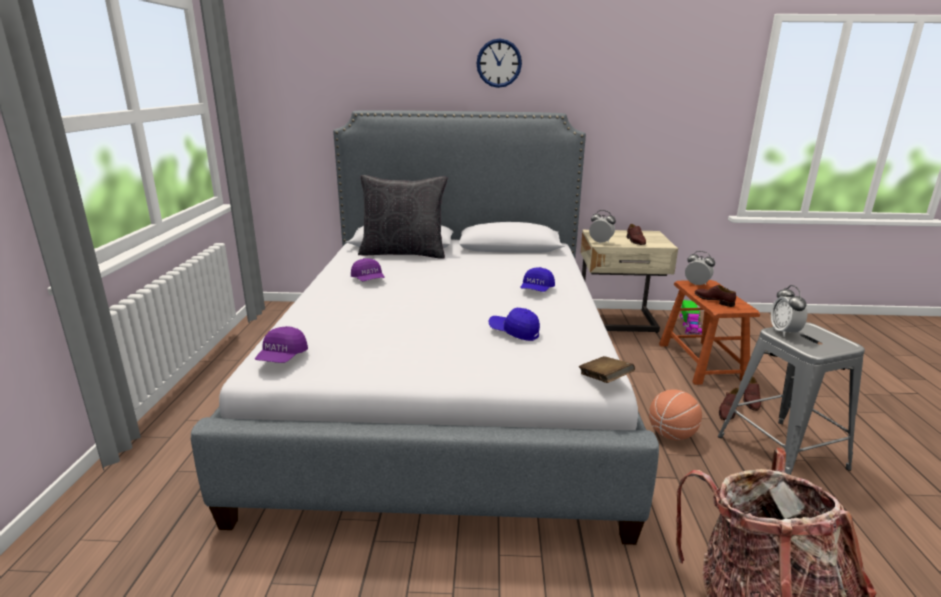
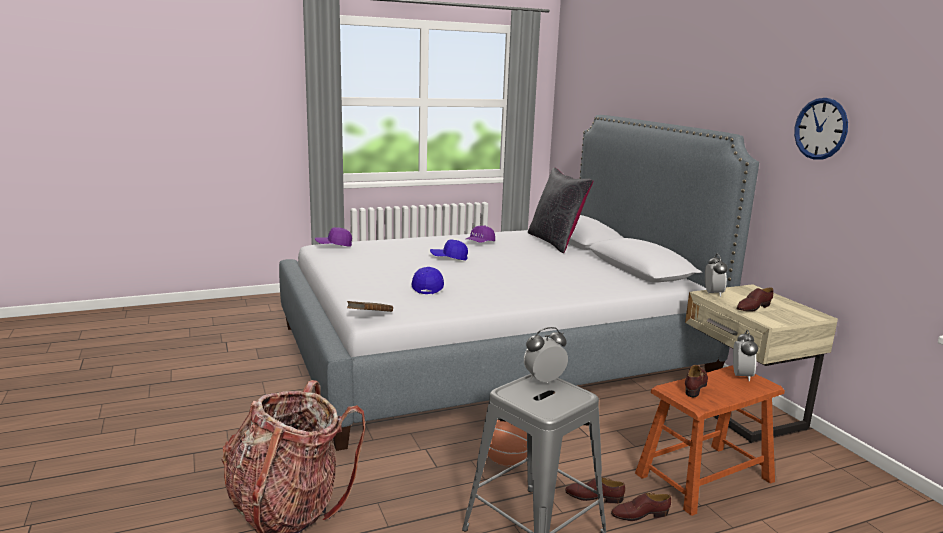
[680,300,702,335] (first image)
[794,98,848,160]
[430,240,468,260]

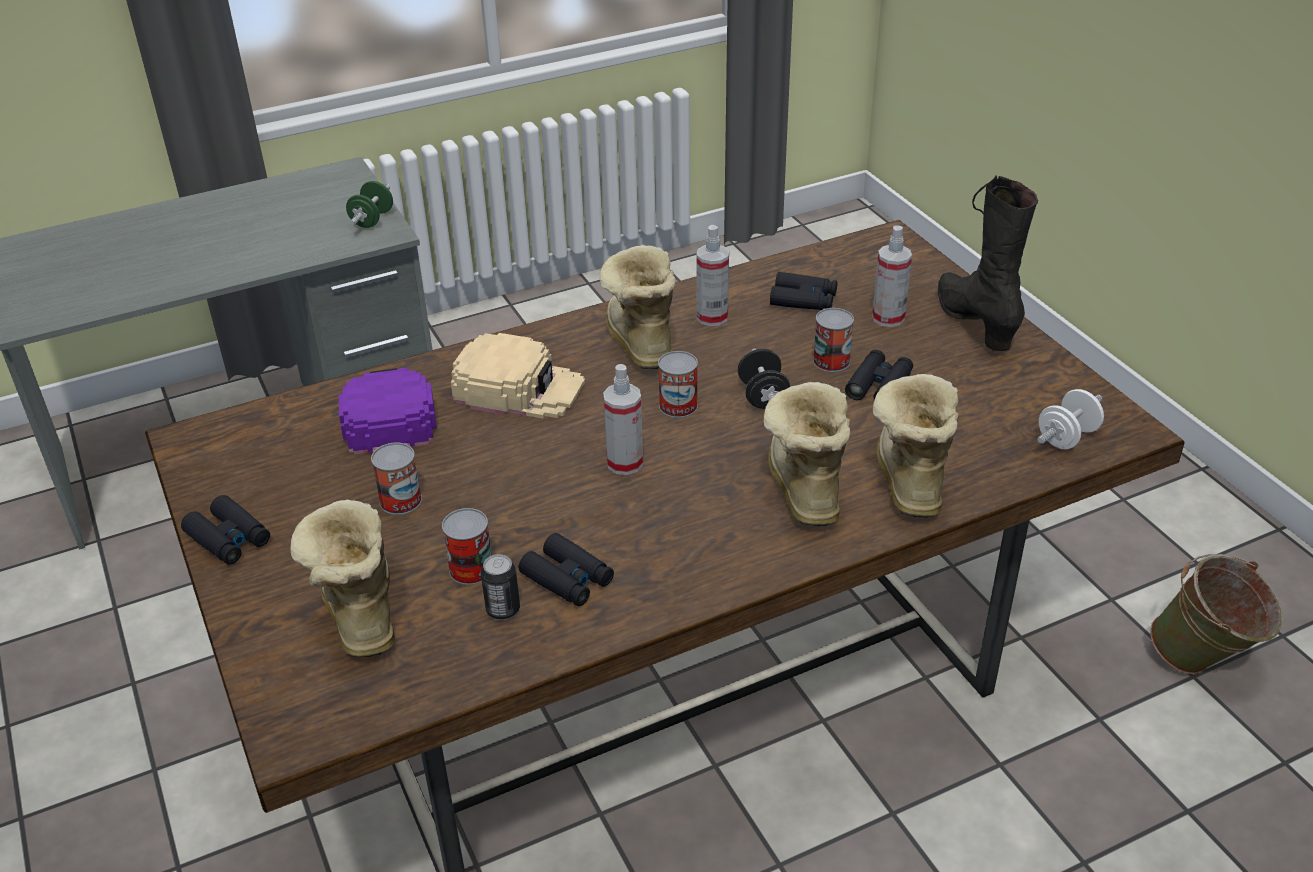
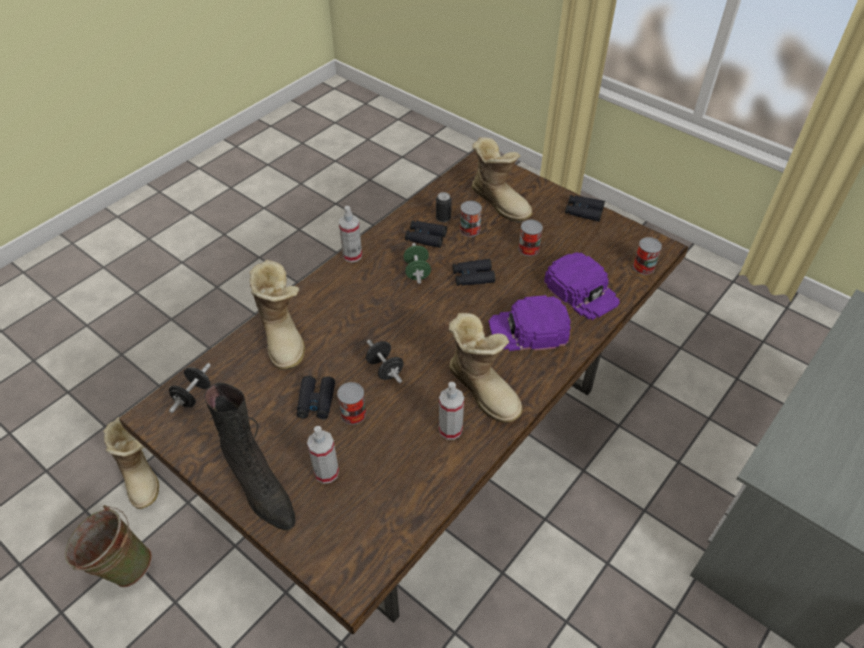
[403,243,431,284]
[339,206,362,262]
[633,237,662,275]
[103,417,159,509]
[453,259,495,286]
[489,295,571,351]
[169,363,211,413]

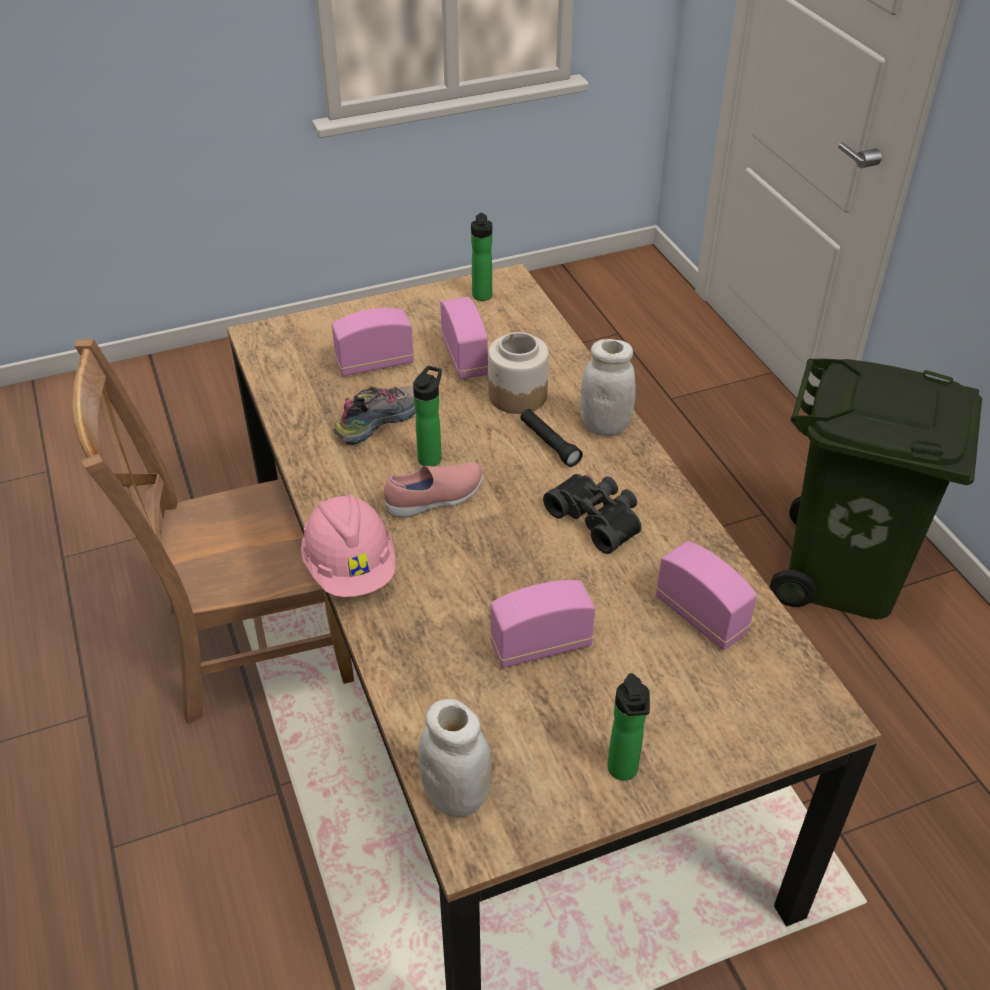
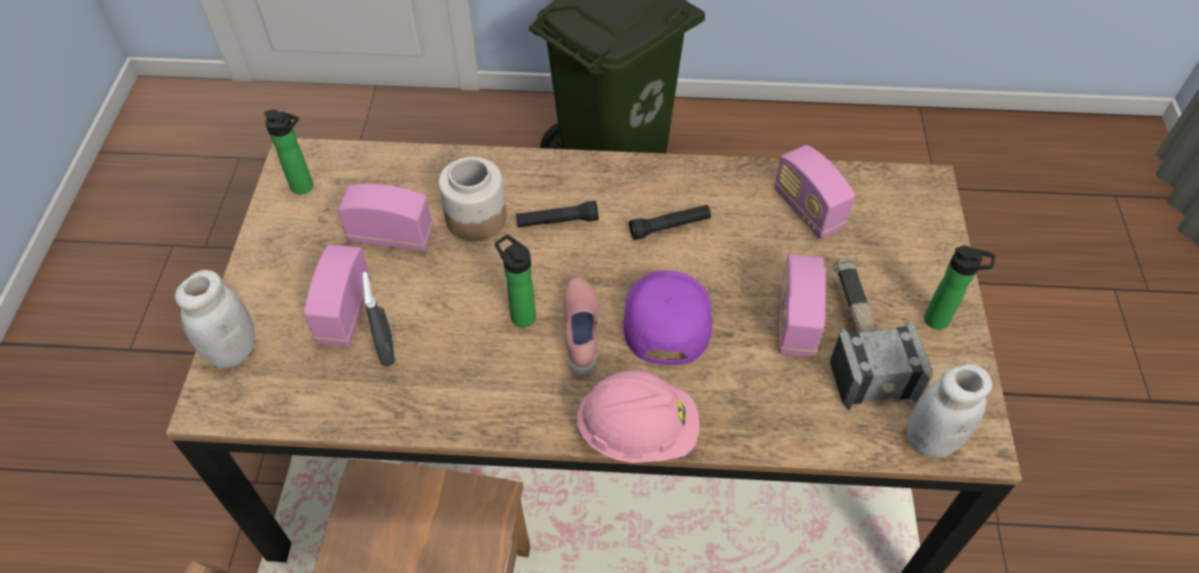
[334,386,416,445] (first image)
[362,272,395,367]
[623,270,712,365]
[830,257,932,411]
[175,270,255,368]
[629,205,711,240]
[774,145,855,239]

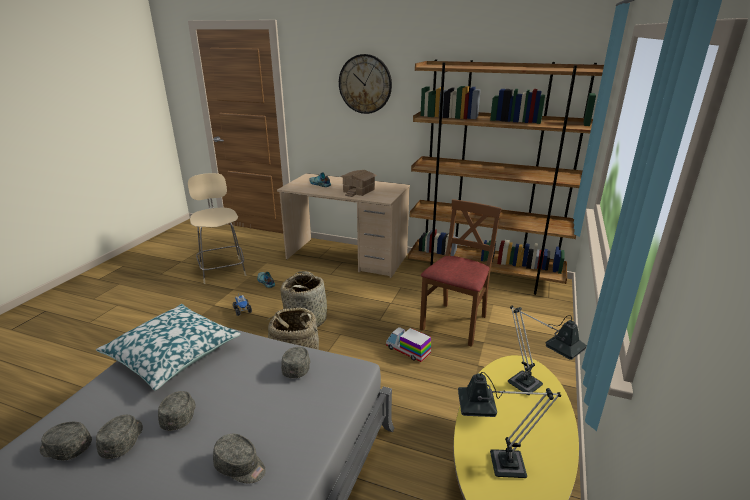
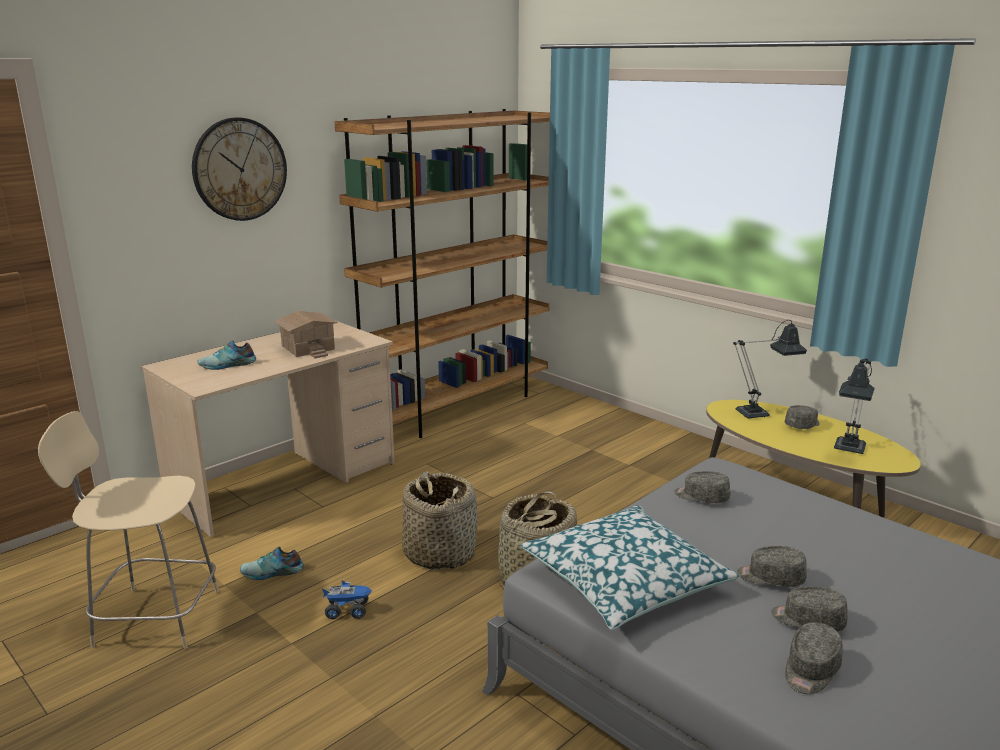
[386,327,431,362] (first image)
[420,199,502,347] (first image)
[785,405,820,429]

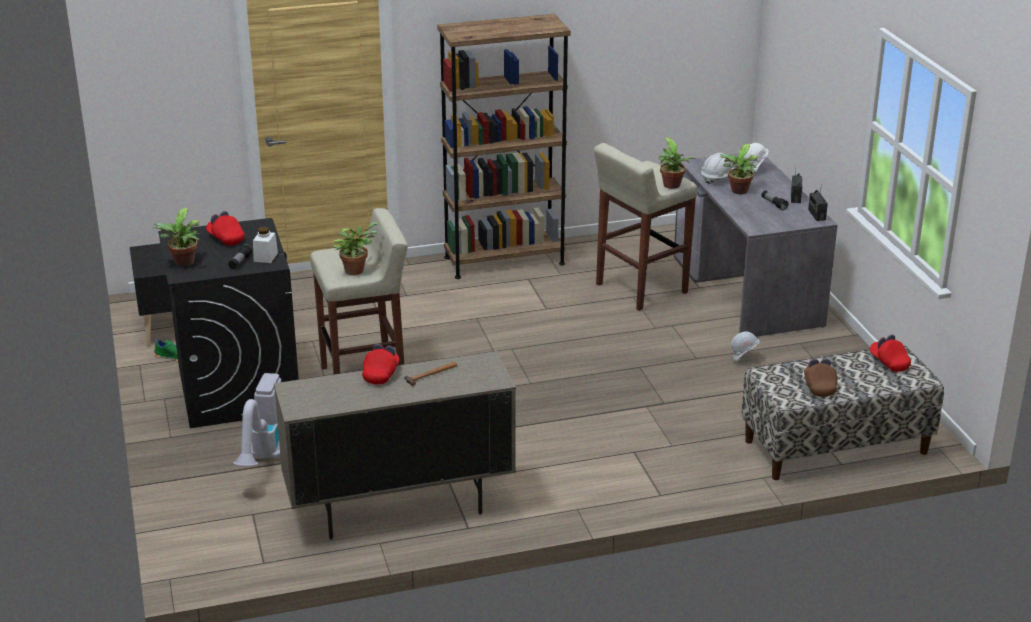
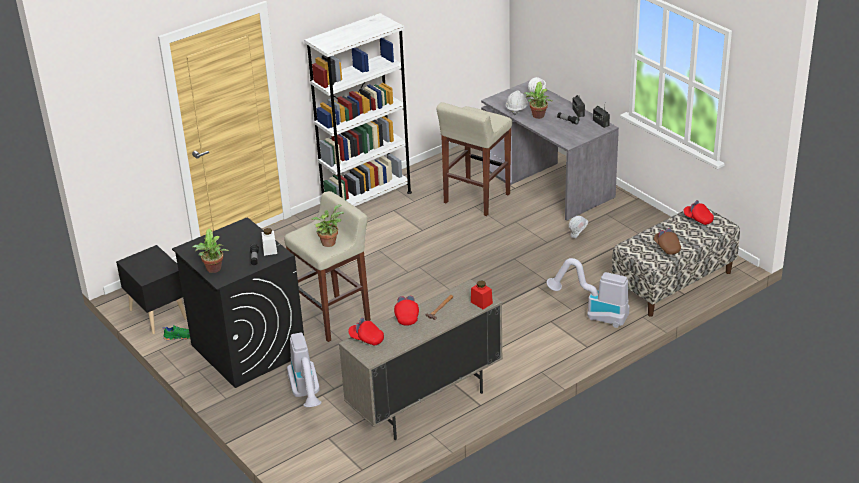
[659,137,695,189] (first image)
[471,280,493,309]
[547,258,629,328]
[348,318,384,346]
[304,13,412,206]

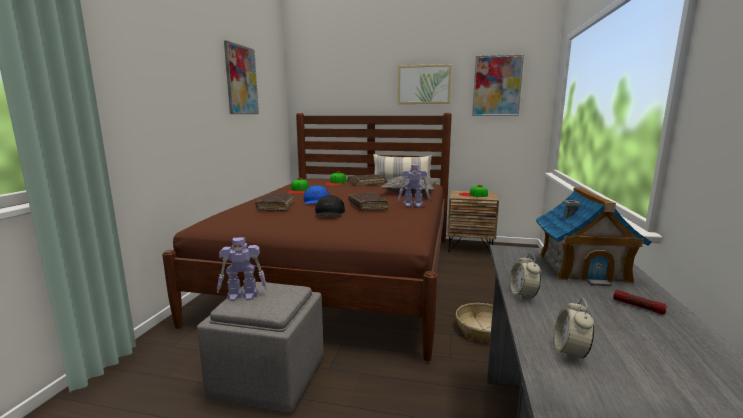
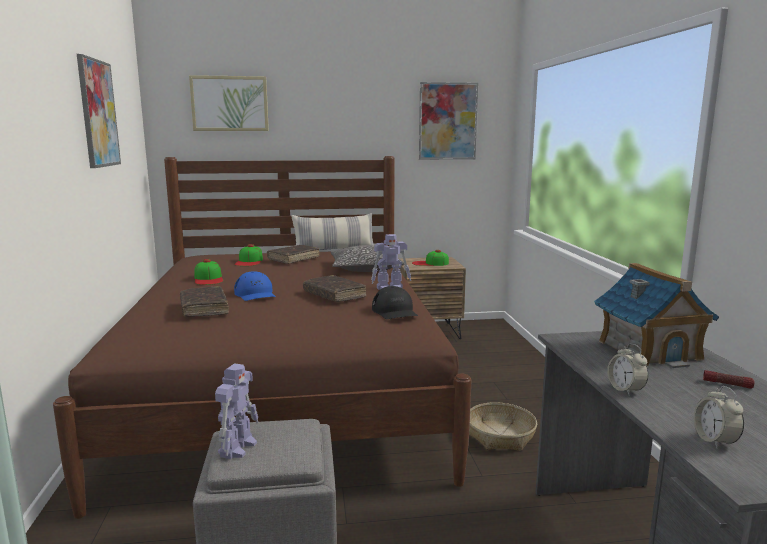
[372,286,418,319]
[189,75,269,131]
[215,363,258,459]

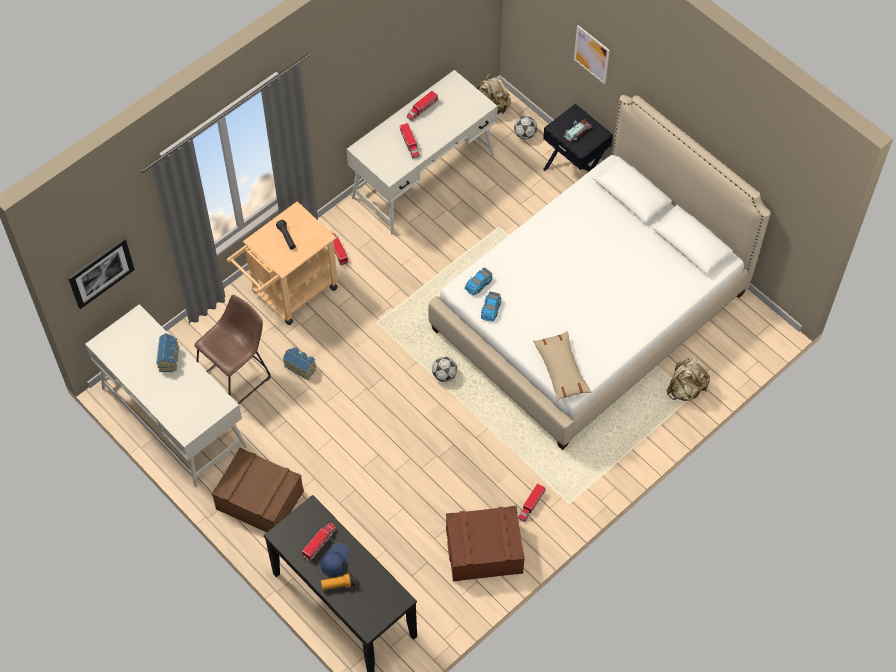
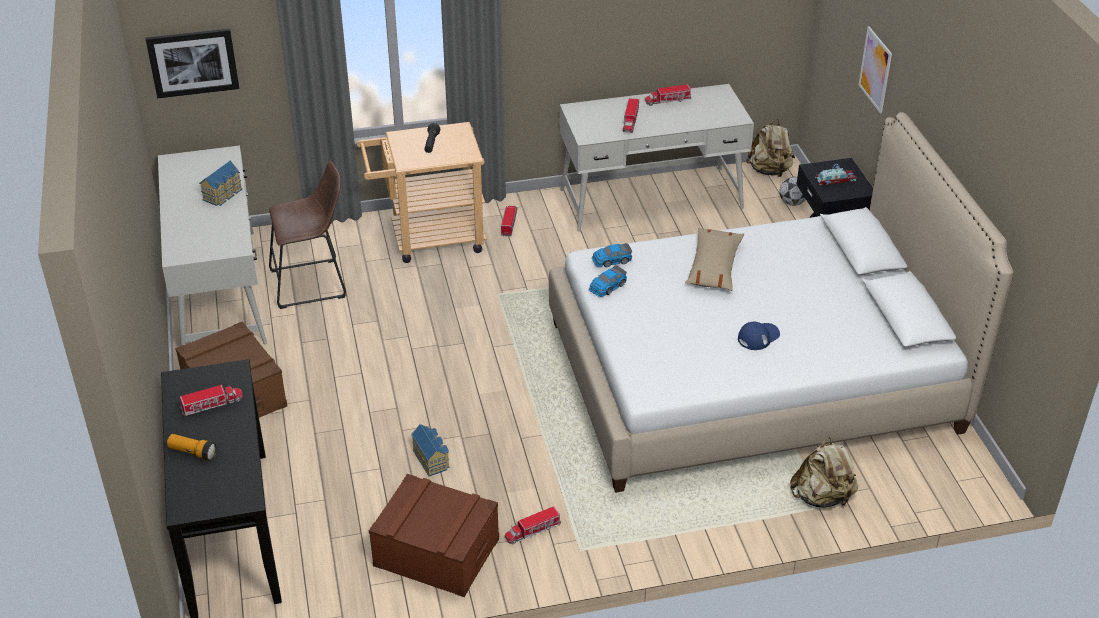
[432,357,457,382] (first image)
[411,424,450,476]
[738,321,780,350]
[685,228,744,291]

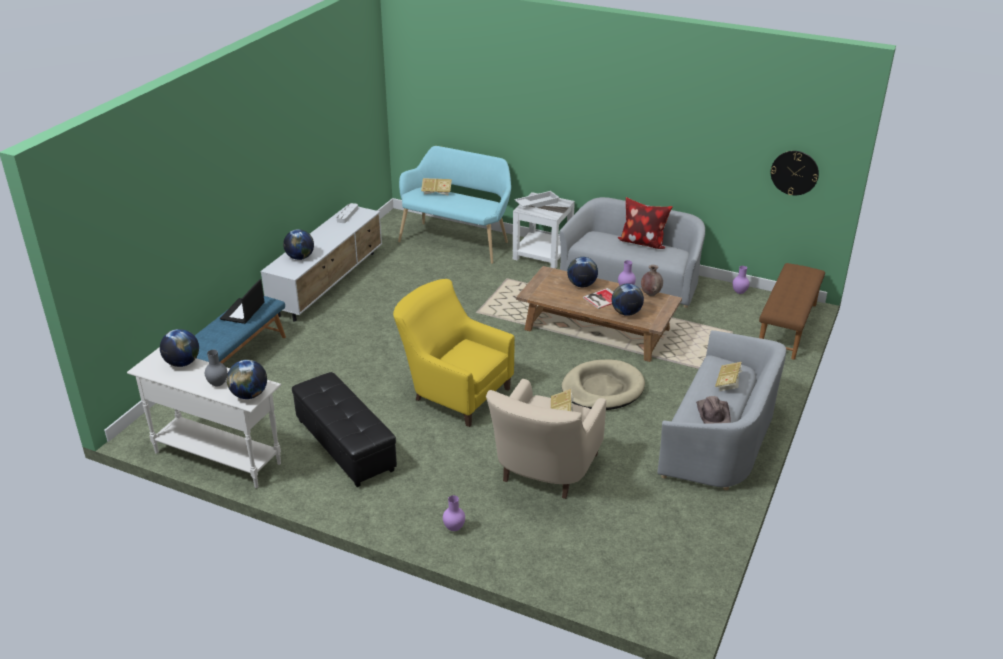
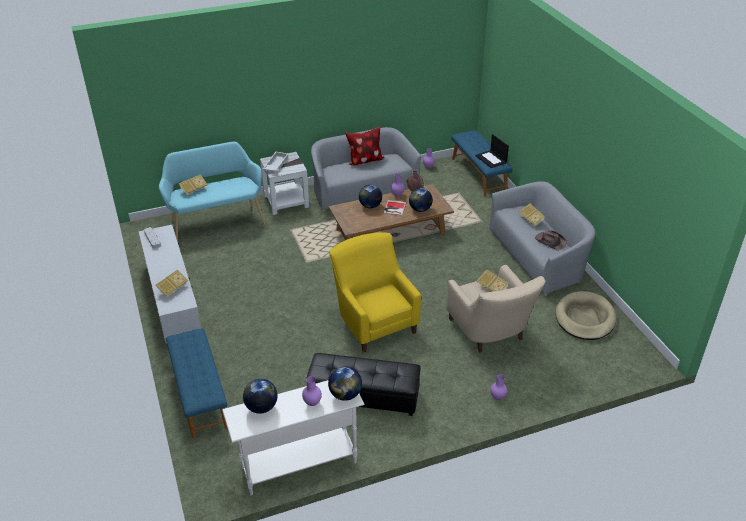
[771,151,819,195] (first image)
[475,134,509,168]
[555,291,616,340]
[155,270,189,297]
[302,376,322,406]
[451,130,513,197]
[329,232,421,352]

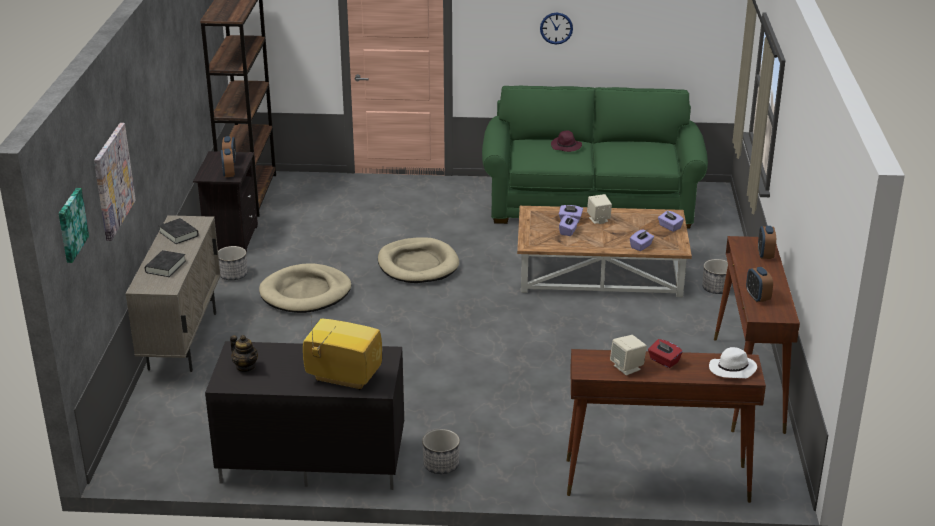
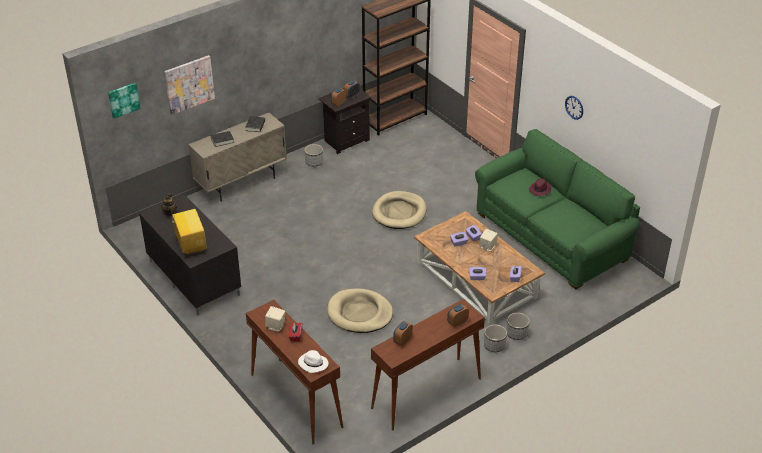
[327,288,393,333]
[484,324,507,352]

